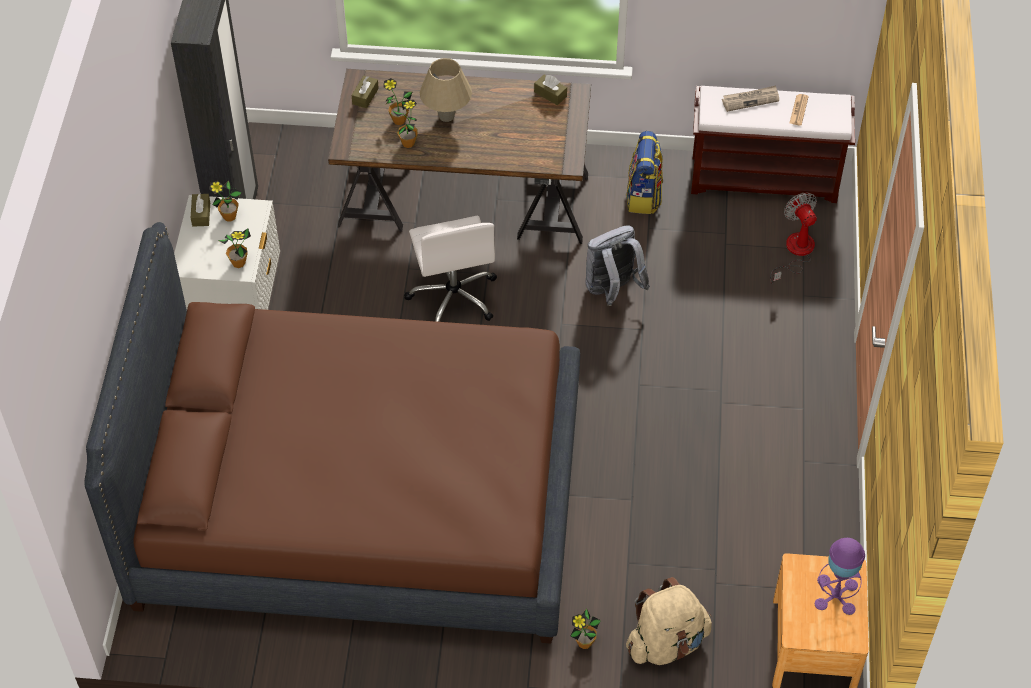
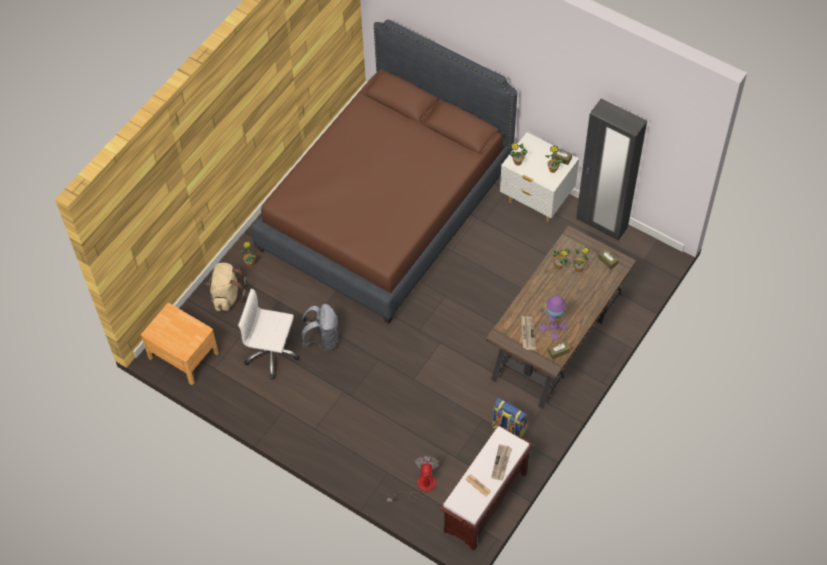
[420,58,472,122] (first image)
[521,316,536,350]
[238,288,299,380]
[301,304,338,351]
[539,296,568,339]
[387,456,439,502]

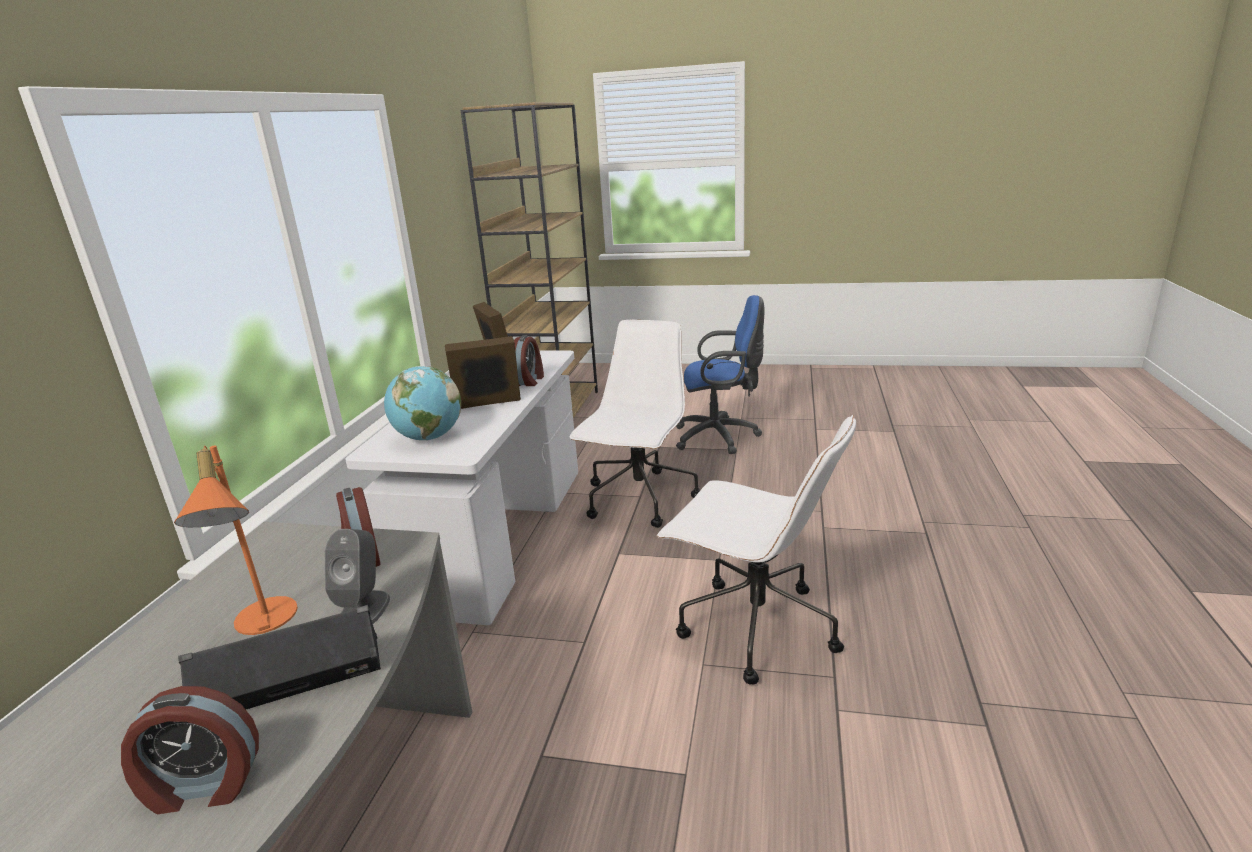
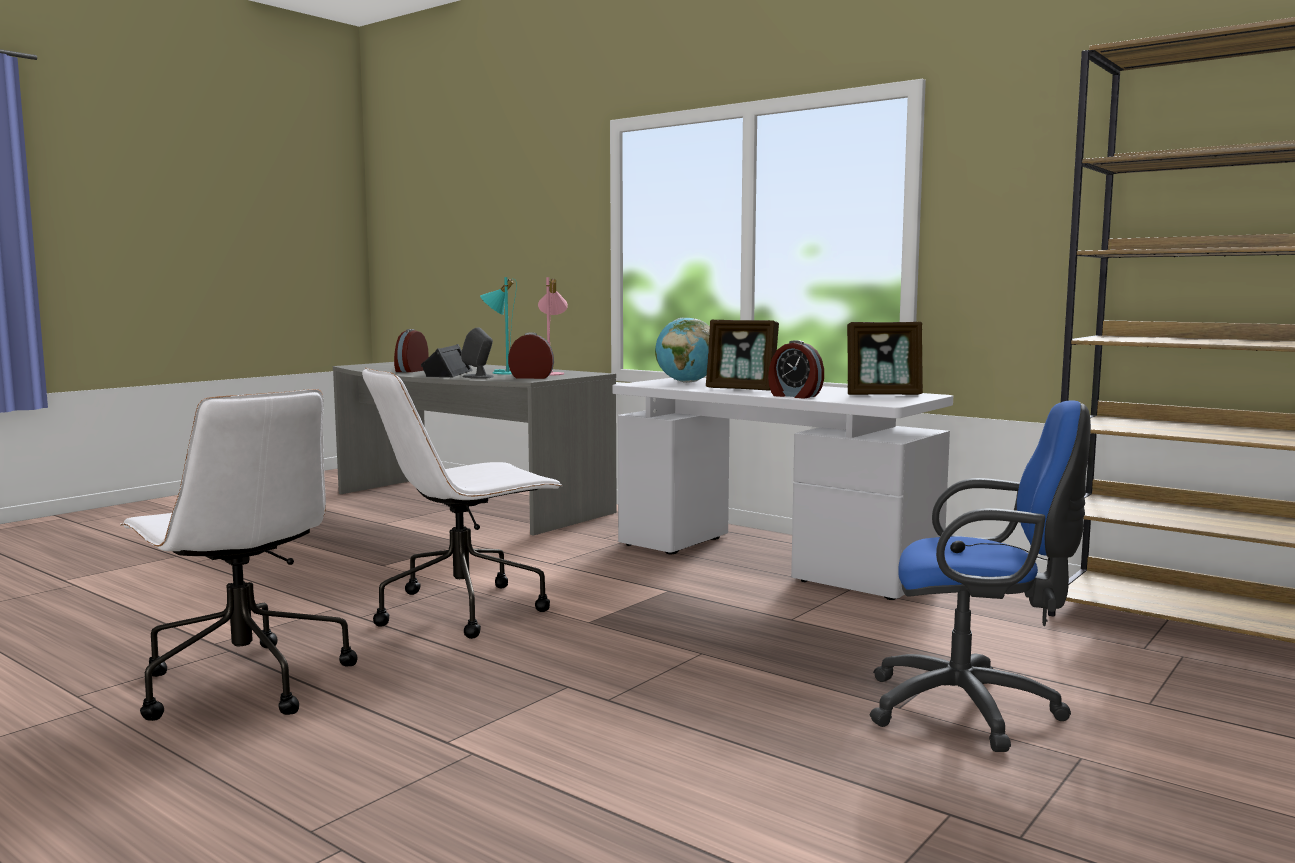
[538,277,568,376]
[120,389,357,721]
[480,277,517,374]
[706,320,779,391]
[870,400,1091,752]

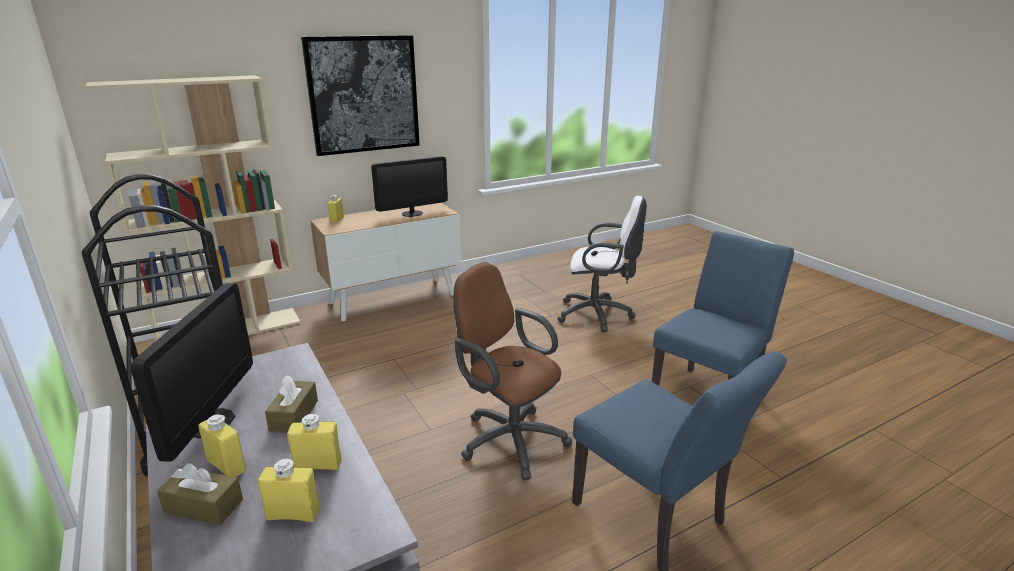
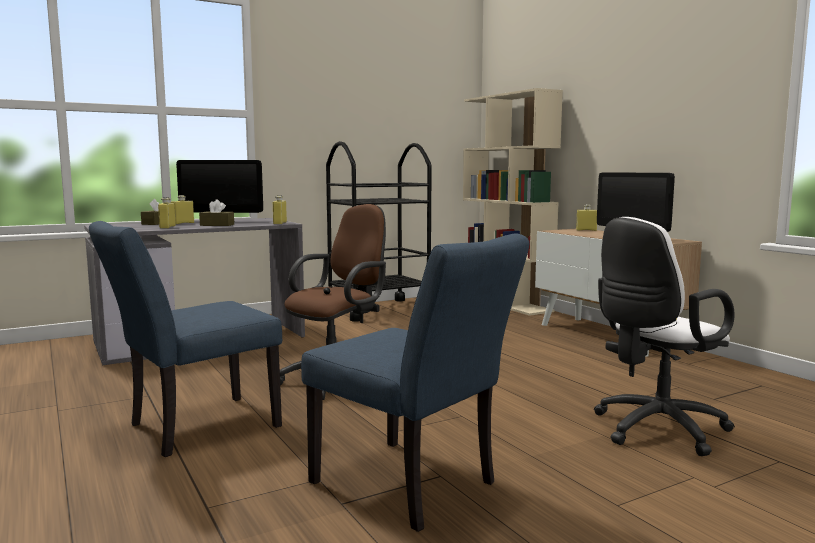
[301,35,420,156] (first image)
[273,195,287,224]
[594,217,735,456]

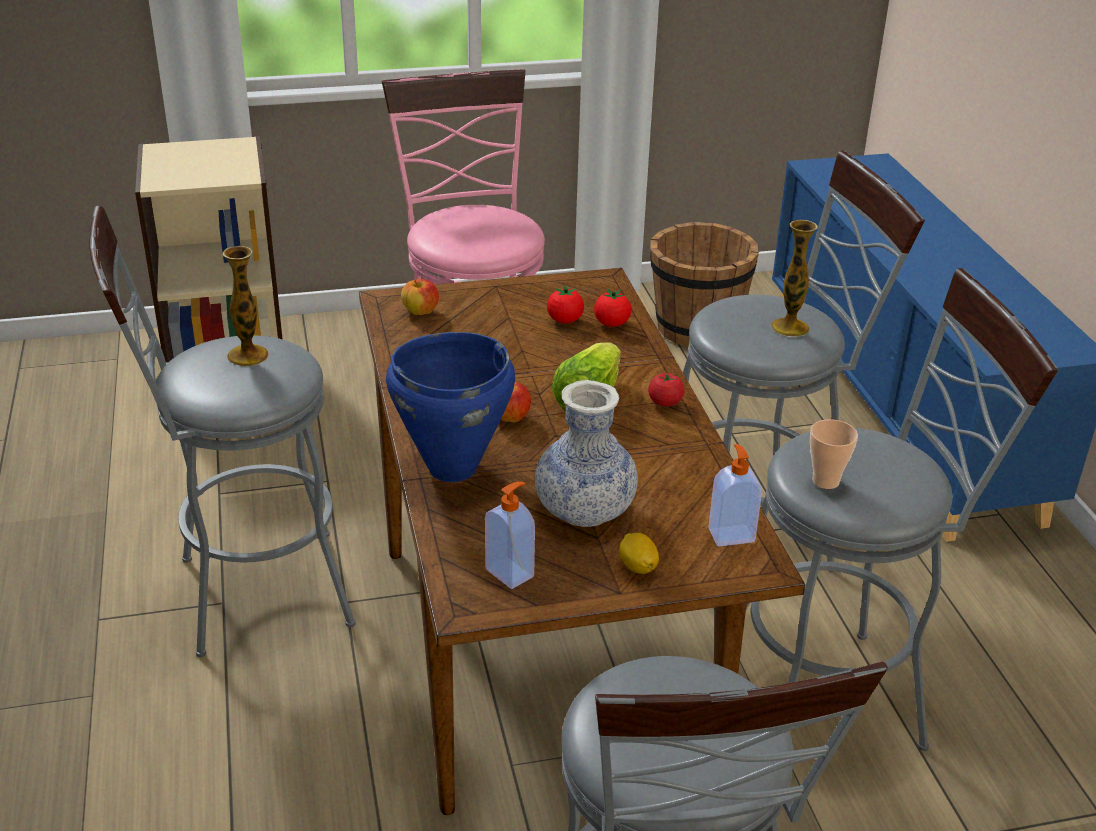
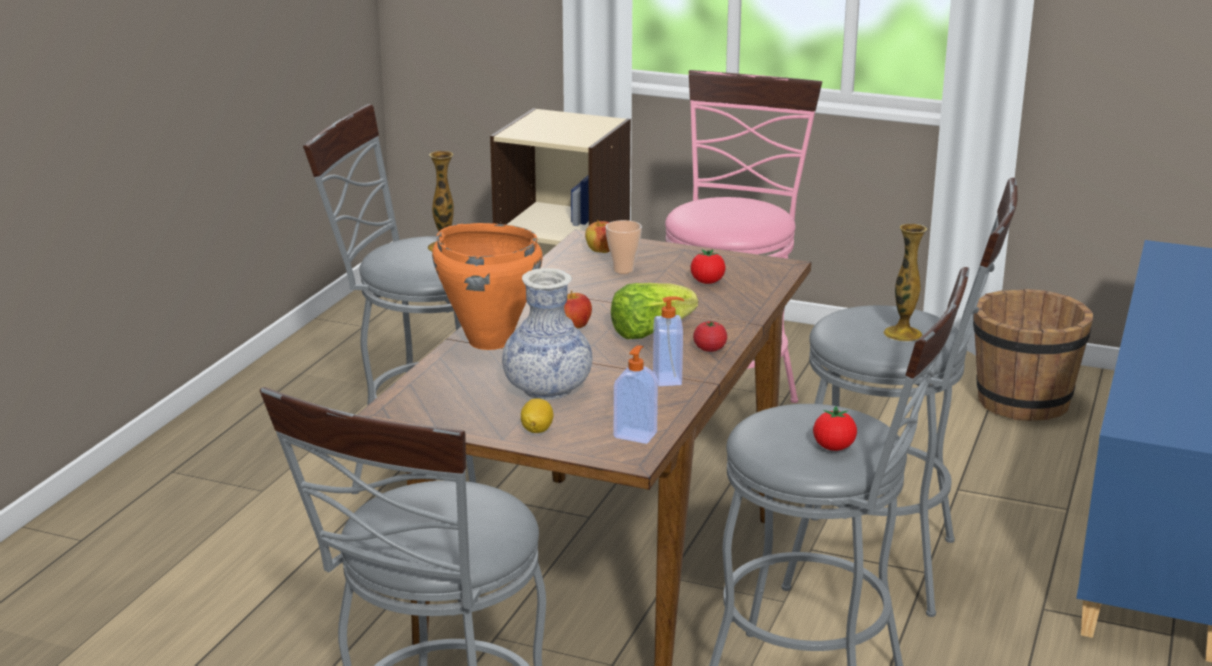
[653,296,684,386]
[813,406,857,451]
[606,220,642,274]
[432,223,543,350]

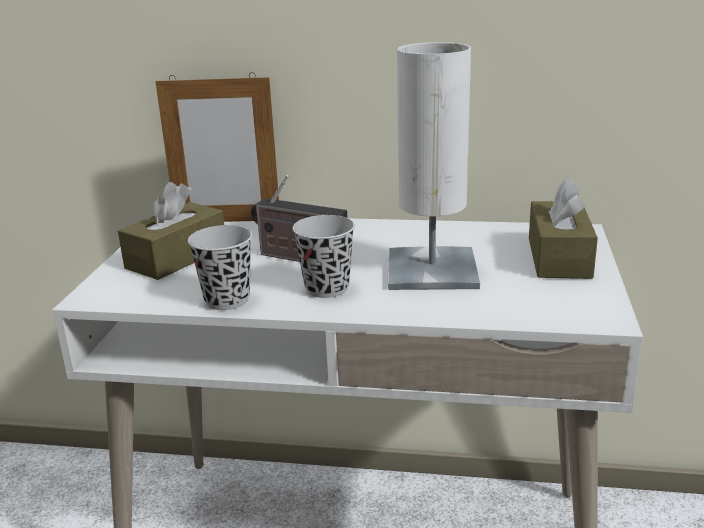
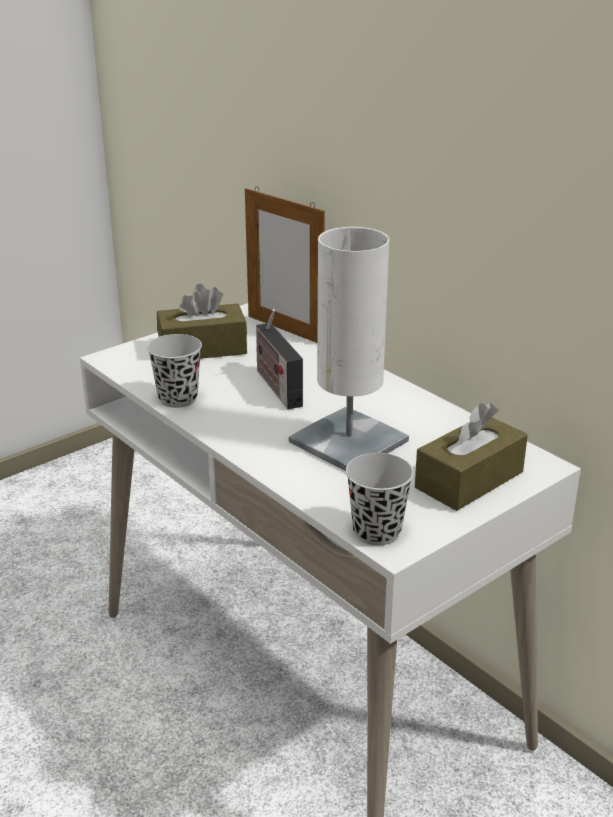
[346,453,414,545]

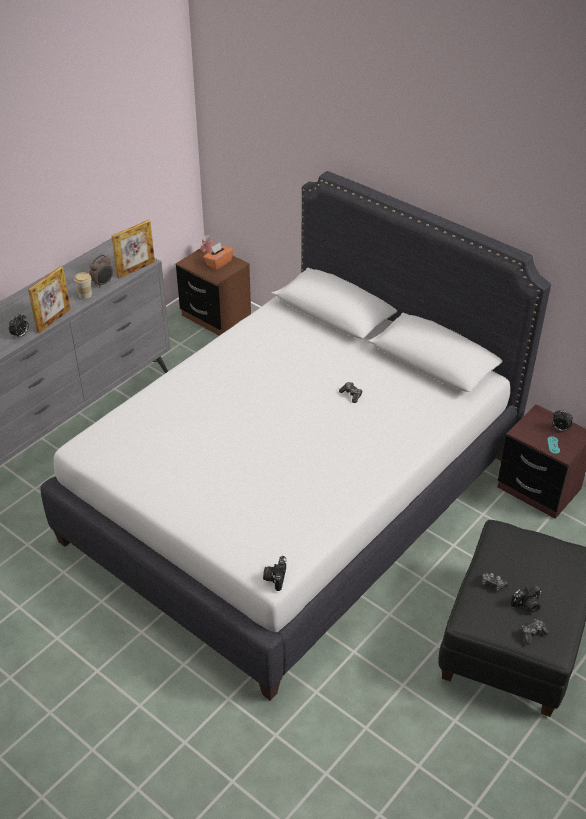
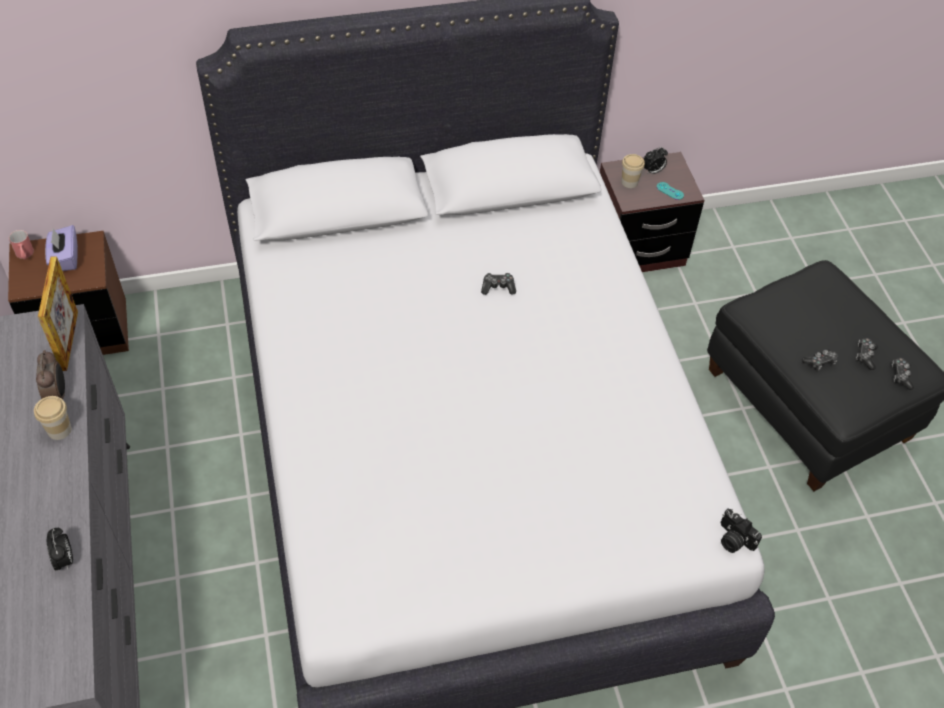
[28,266,71,333] (first image)
[621,154,645,188]
[856,338,878,370]
[45,225,78,271]

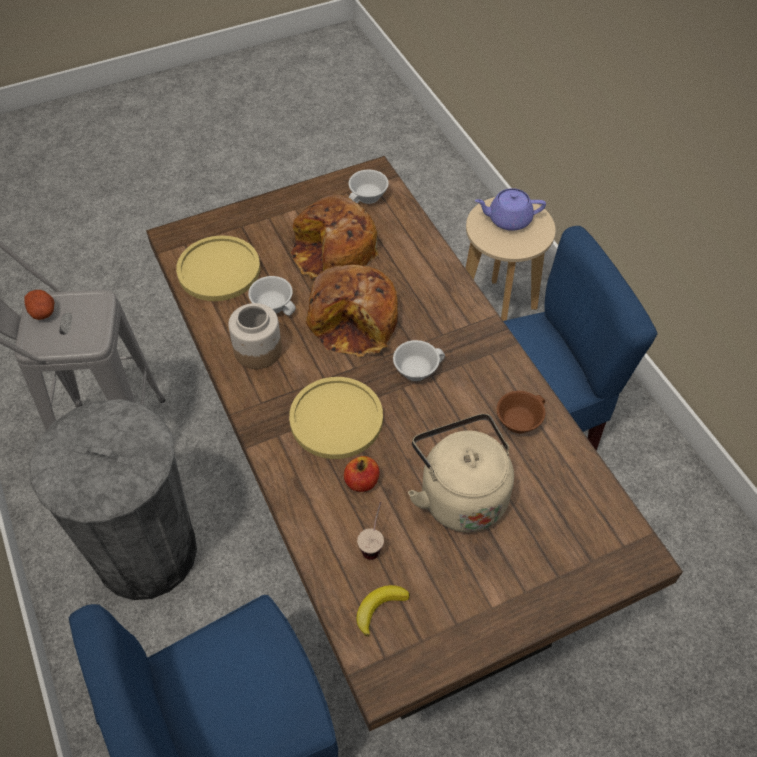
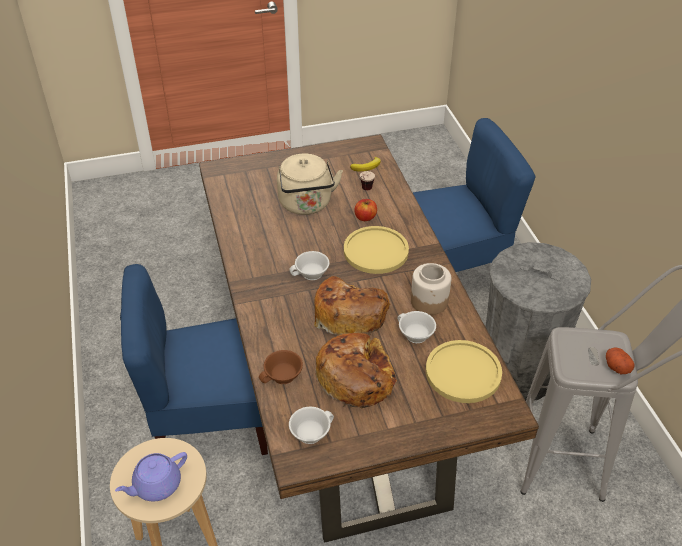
[259,350,303,384]
[115,452,187,502]

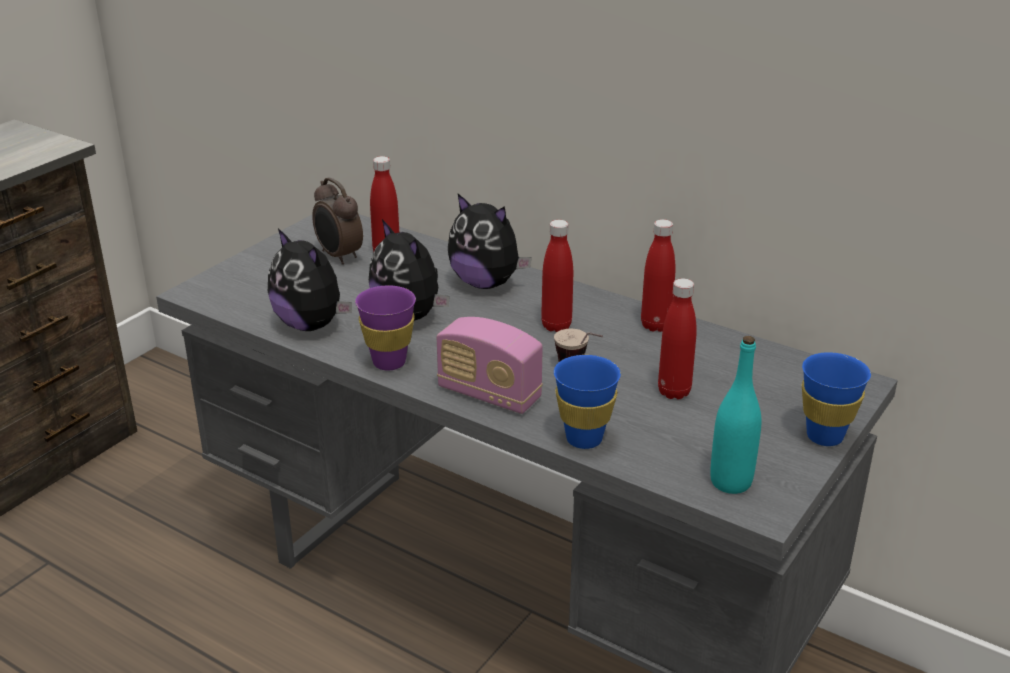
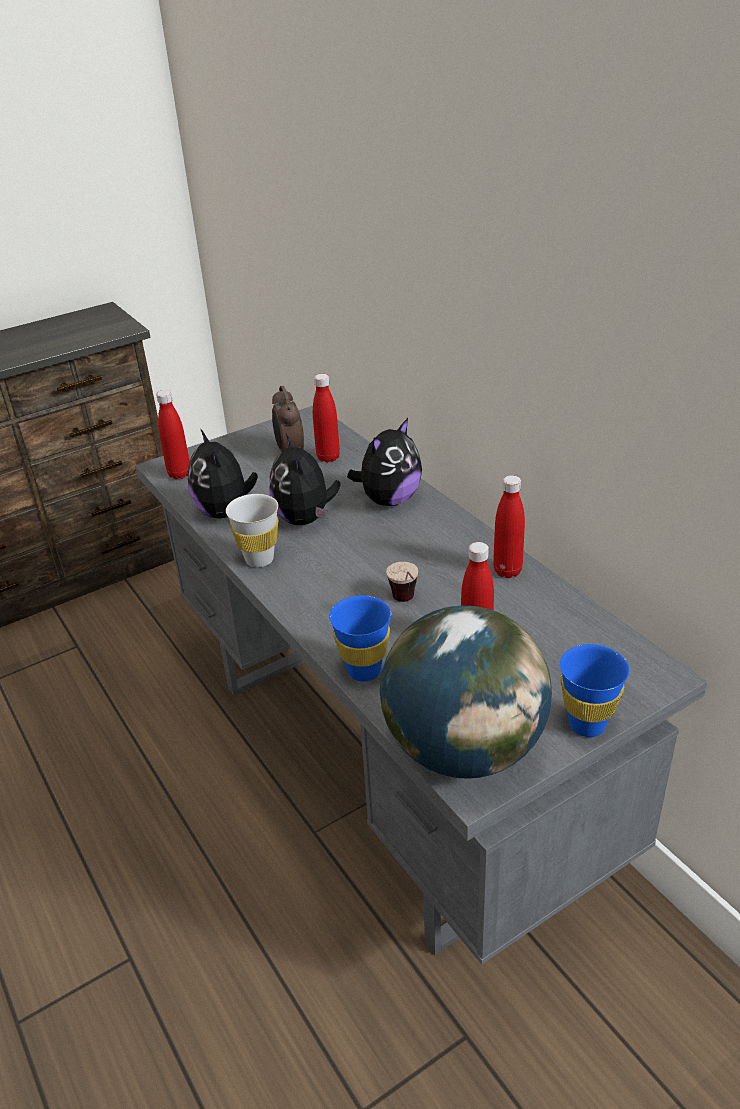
[437,317,543,414] (first image)
[156,390,190,479]
[380,606,552,778]
[226,494,278,568]
[347,418,422,506]

